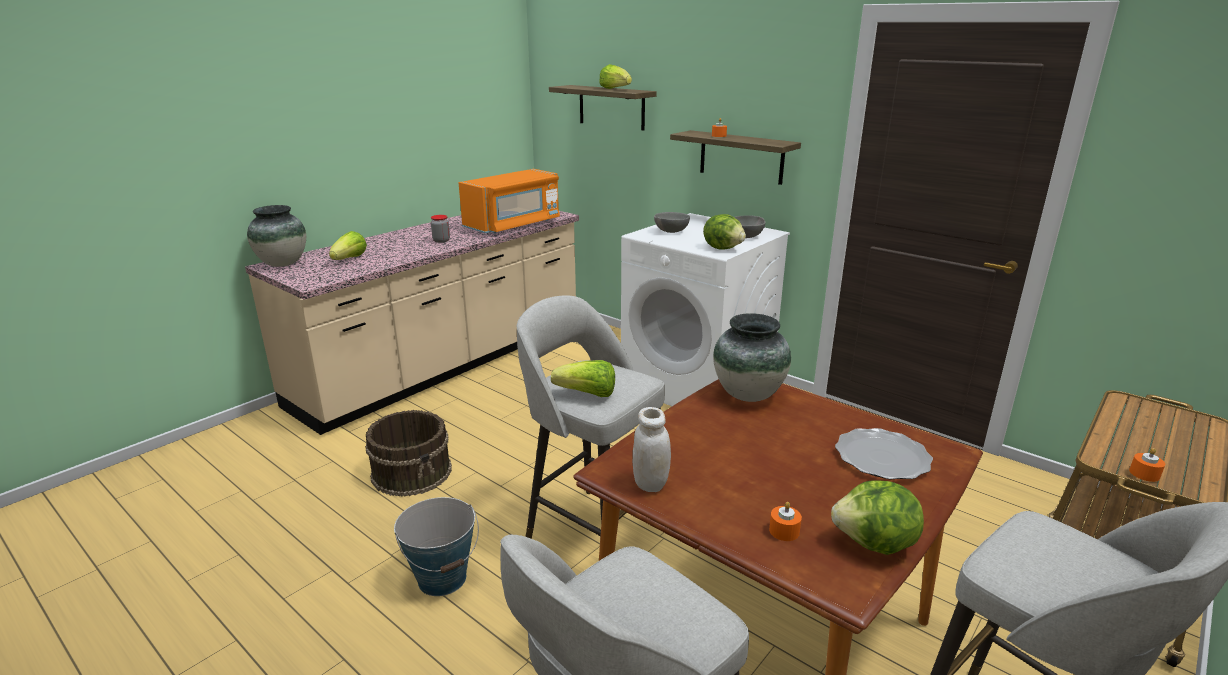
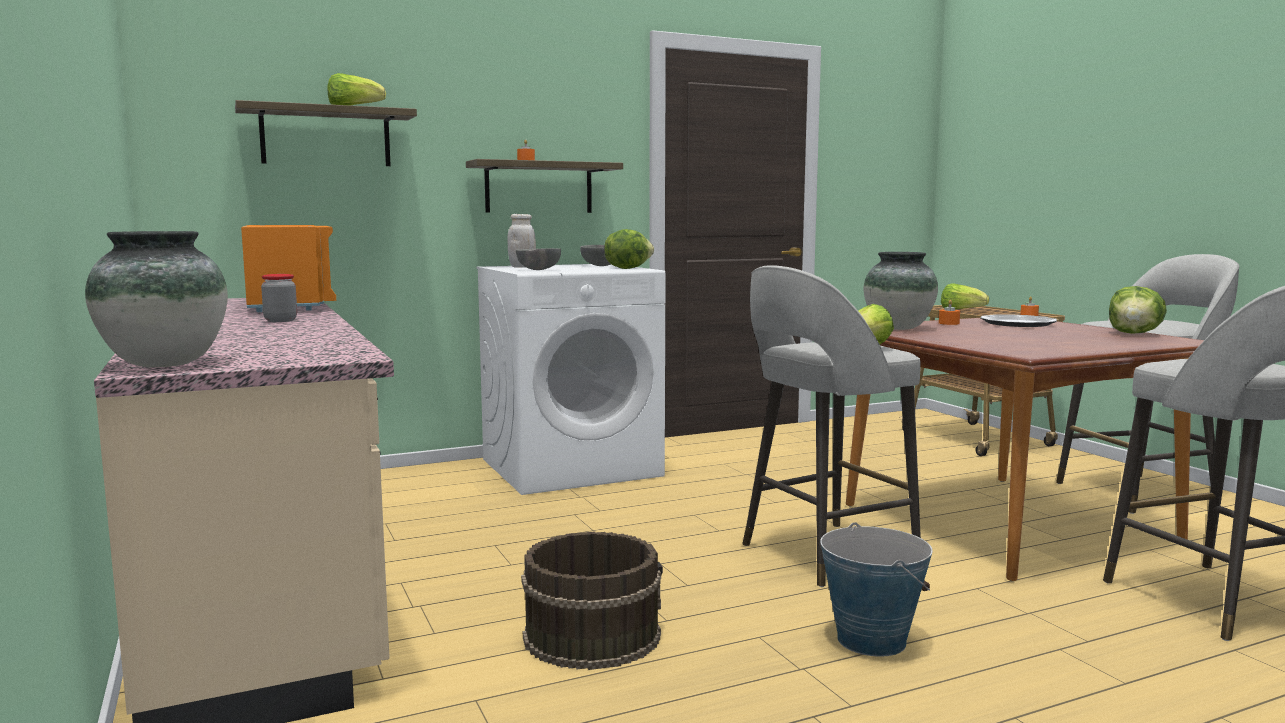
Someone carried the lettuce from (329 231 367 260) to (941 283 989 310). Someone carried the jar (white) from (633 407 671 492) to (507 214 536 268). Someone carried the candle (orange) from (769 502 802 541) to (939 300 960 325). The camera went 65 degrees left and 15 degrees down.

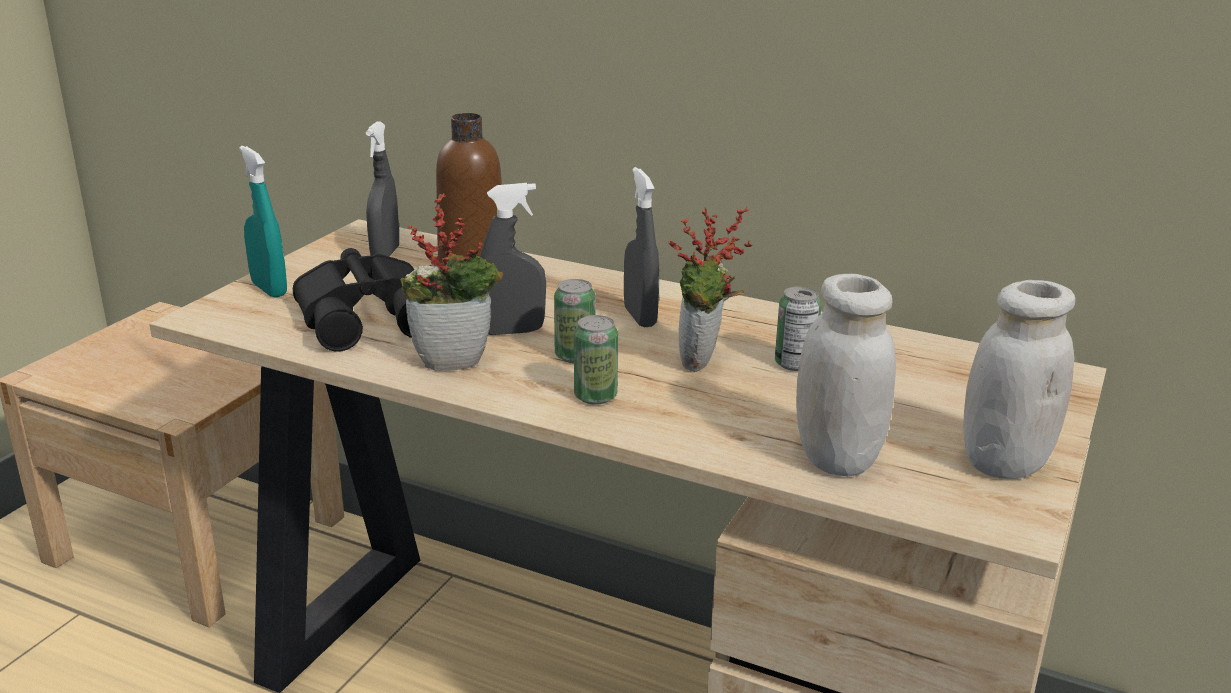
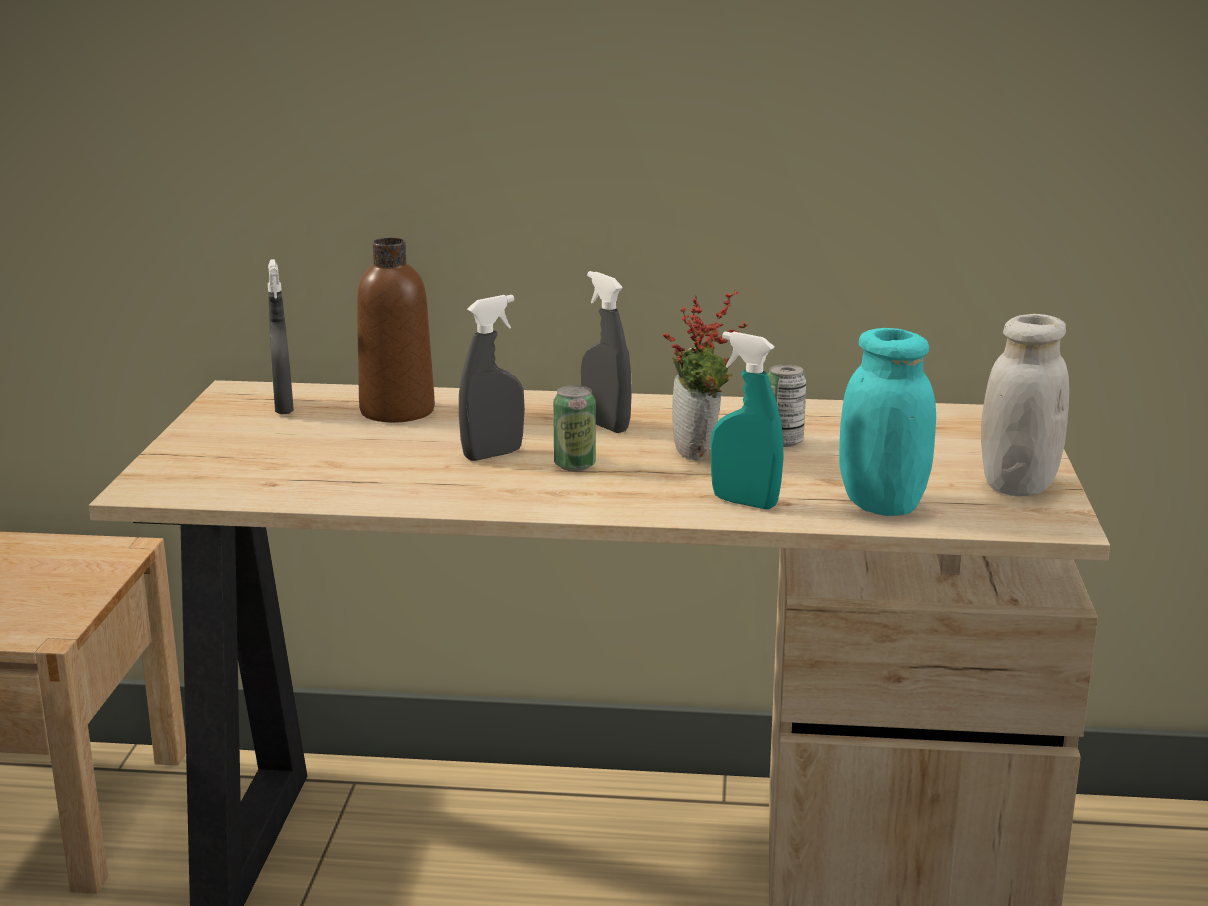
Someone took away the binoculars (black) at (293 248 414 352). Someone took away the potted plant at (400 193 503 371). Someone took away the can at (574 315 618 405). Someone carried the spray bottle (turquoise) from (239 146 287 298) to (711 332 784 509). Someone repainted the jar (white) at (796 274 896 476), which became the jar (turquoise) at (839 328 936 516). The camera went 20 degrees left and 5 degrees down.

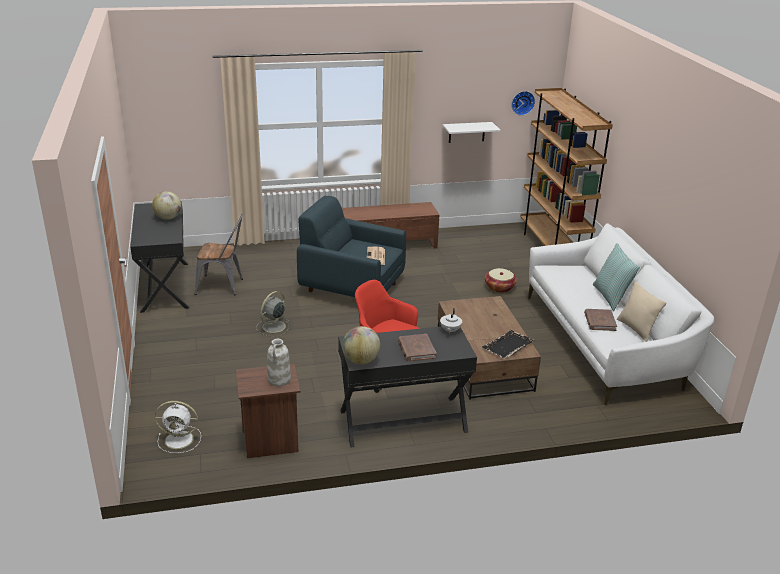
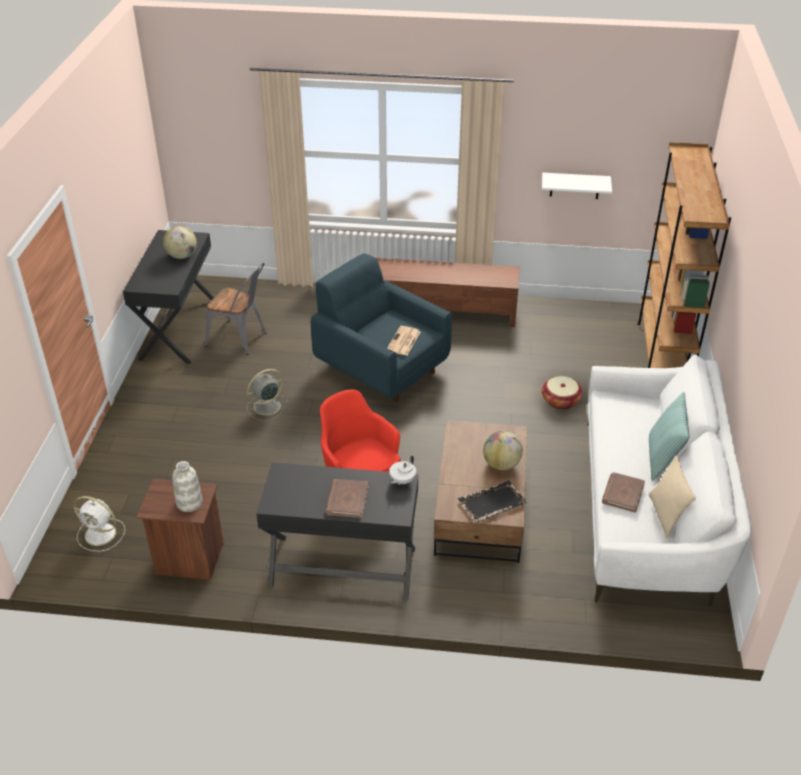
Someone took away the wall clock at (512 91 535 115). Someone carried the globe from (343 326 380 364) to (483 431 523 470). The camera went 20 degrees right and 10 degrees up.

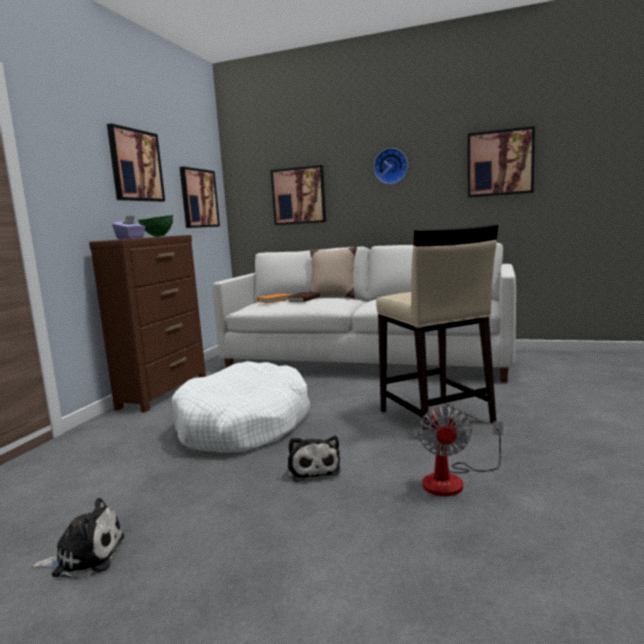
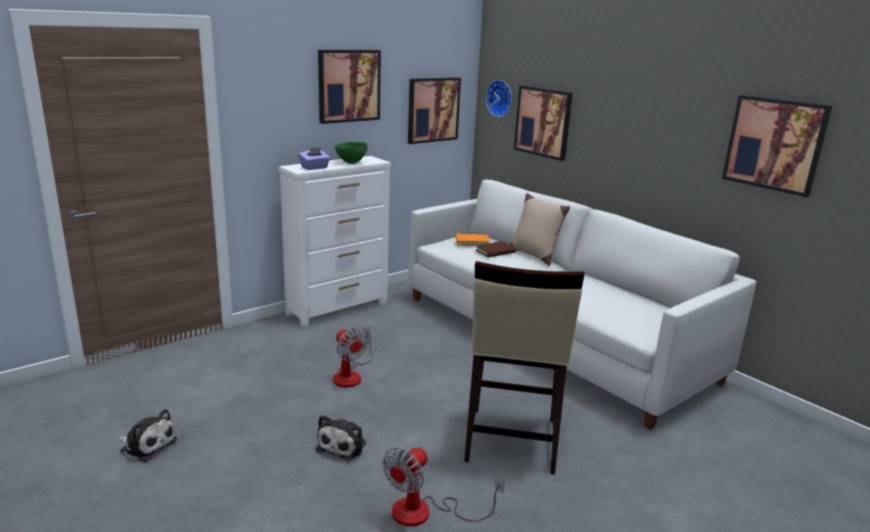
Someone carried the wall clock from (374 148 408 184) to (486 80 512 117). Someone swapped the dog bed (white) at (172 361 310 453) for the fan at (333 326 373 388). Someone repainted the dresser (brown) at (89 235 206 412), which became the dresser (white) at (279 156 391 327). The camera went 30 degrees right and 10 degrees up.

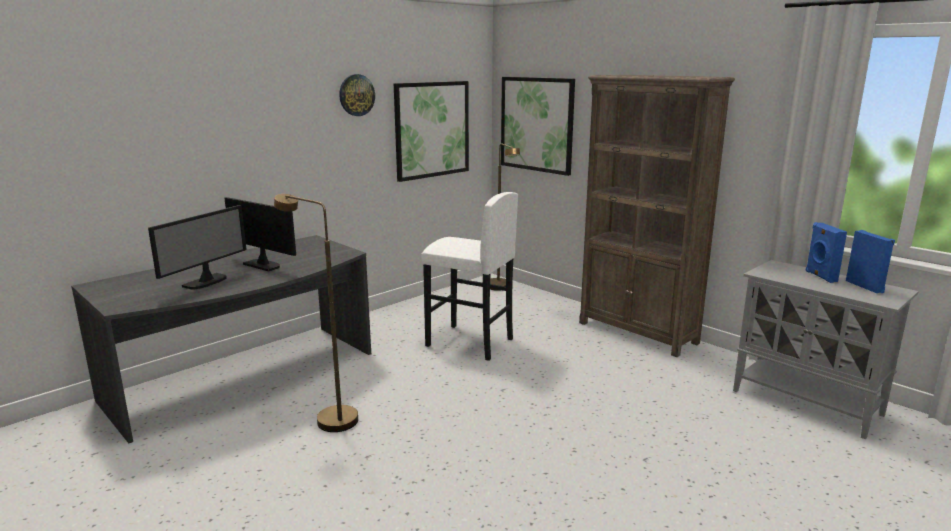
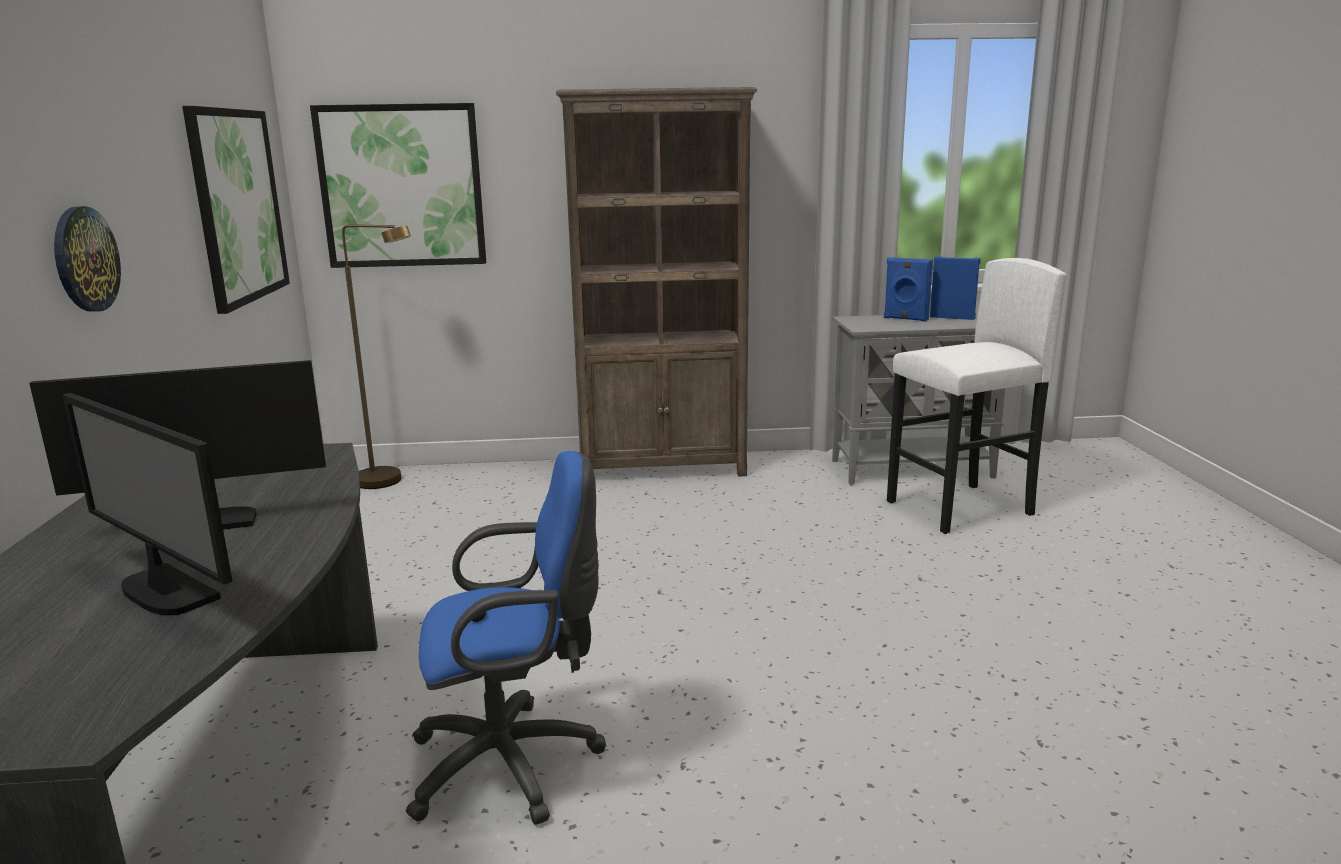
Someone carried the wall clock from (339 74 375 116) to (54 206 121 312). Someone carried the stool (white) from (421 192 518 361) to (887 258 1067 534). Someone swapped the floor lamp (brown) at (274 194 358 432) for the office chair (blue) at (406 451 606 825). Someone rotated the monitor at (148 205 247 290) by 150 degrees clockwise. The camera went 50 degrees left and 0 degrees up.

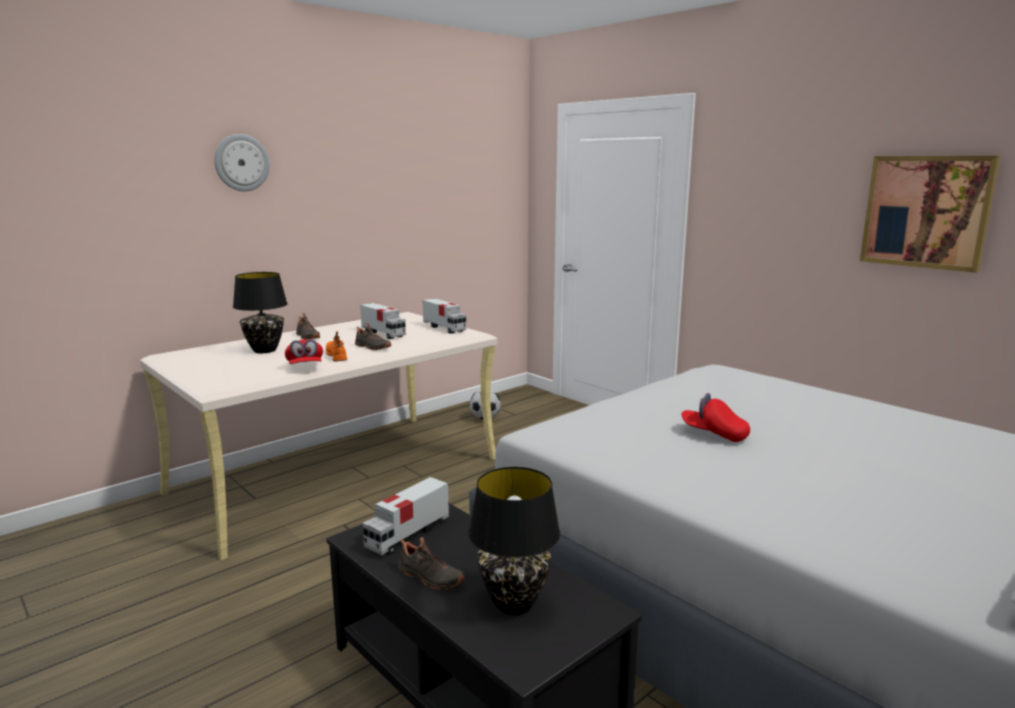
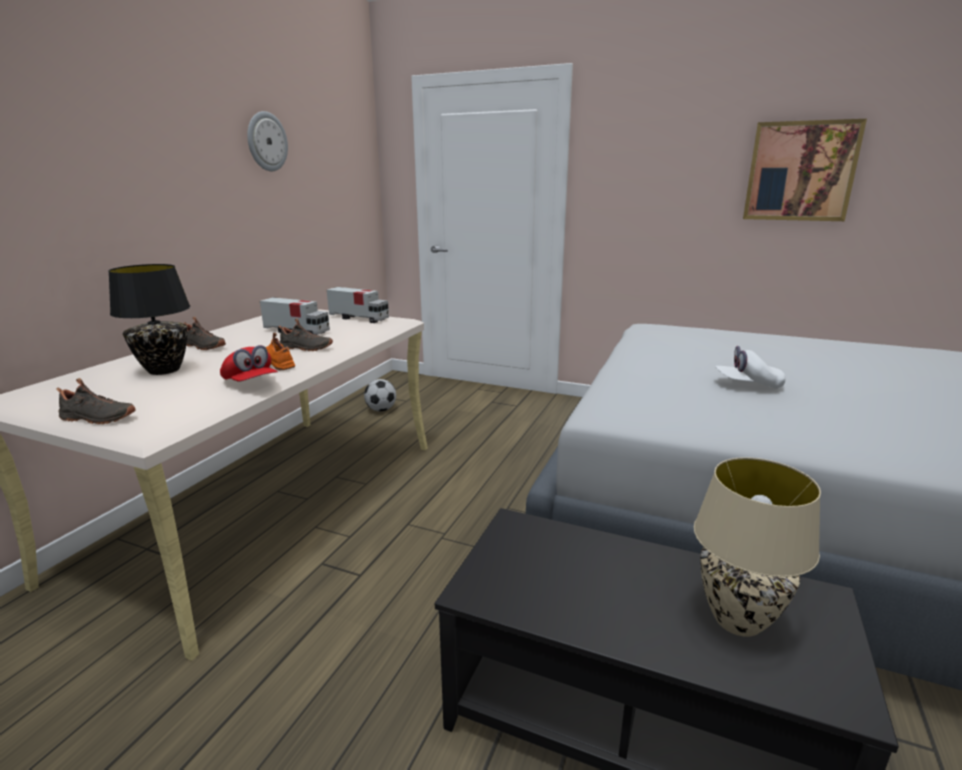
Someone took away the toy truck at (362 477 449 555). Someone carried the wall clock from (214 134 270 191) to (247 111 288 171). Someone carried the shoe (black) from (398 537 465 590) to (56 378 136 424). Someone repainted the table lamp (black) at (468 467 560 615), which became the table lamp (beige) at (694 457 821 637). Someone repainted the cap (red) at (681 393 750 442), which became the cap (white) at (715 346 786 389). The camera went 25 degrees left and 5 degrees up.

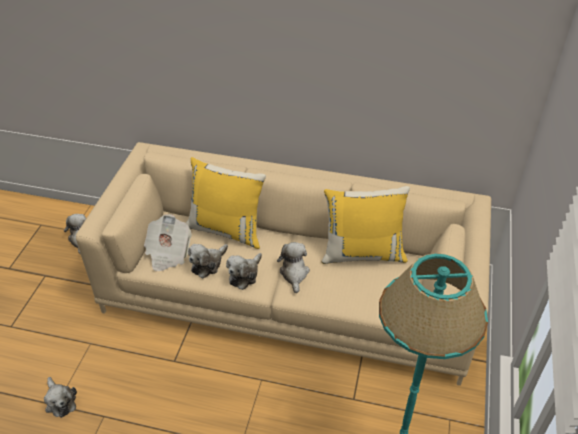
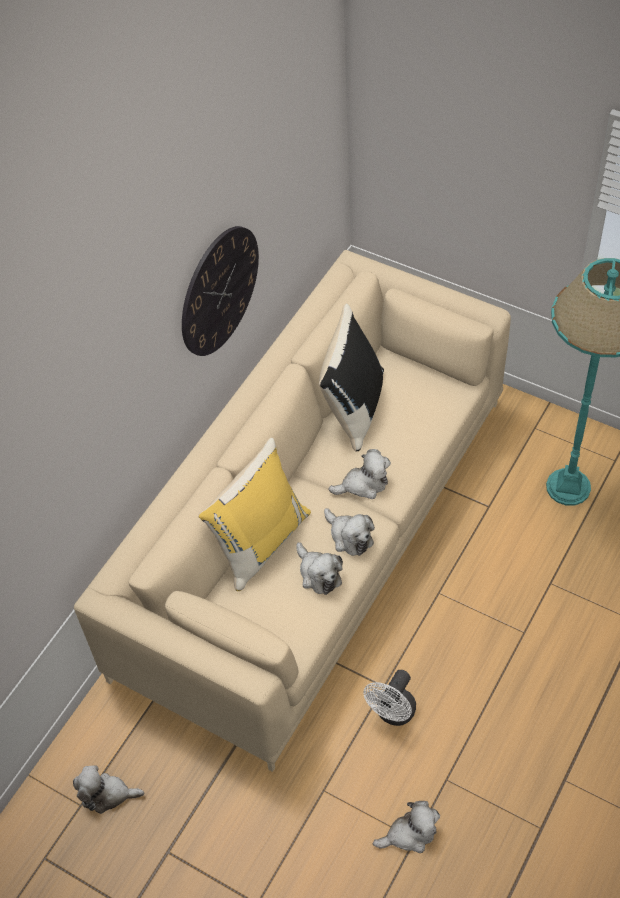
Someone took away the newspaper at (144 214 192 272). Someone put up the wall clock at (182 226 259 356). Someone put down the fan (white) at (363 670 416 726). Someone repainted the pillow (yellow) at (321 186 410 264), which became the pillow (black) at (319 304 384 452). Someone rotated the plush toy at (277 242 310 293) by 150 degrees clockwise. The camera went 70 degrees left and 10 degrees up.

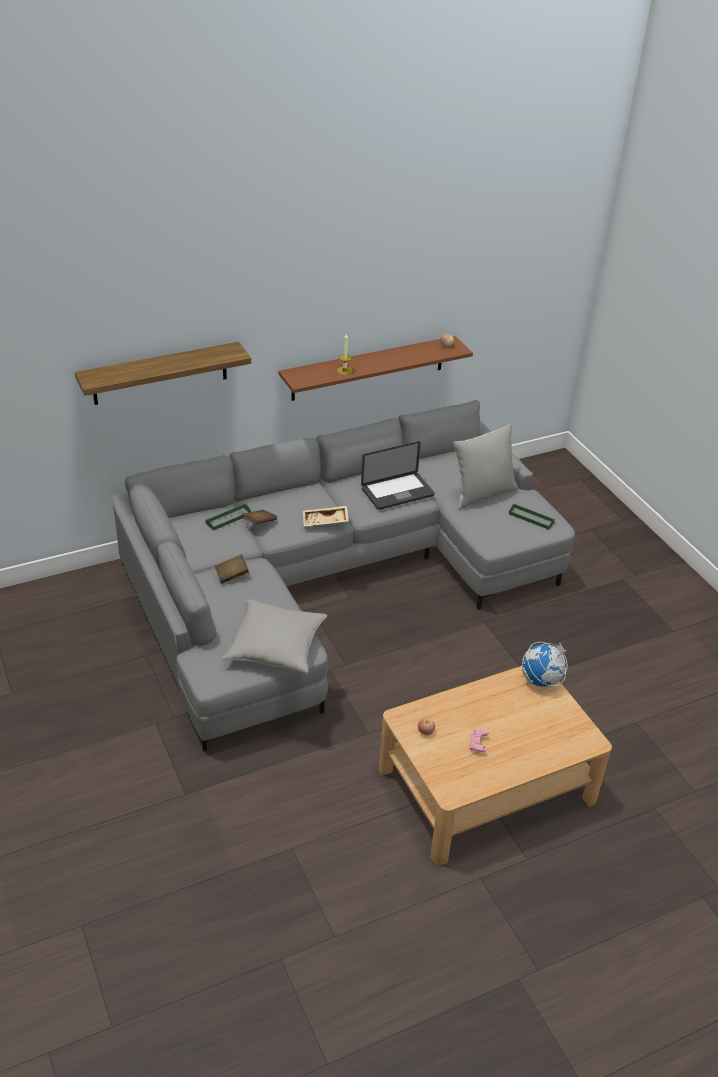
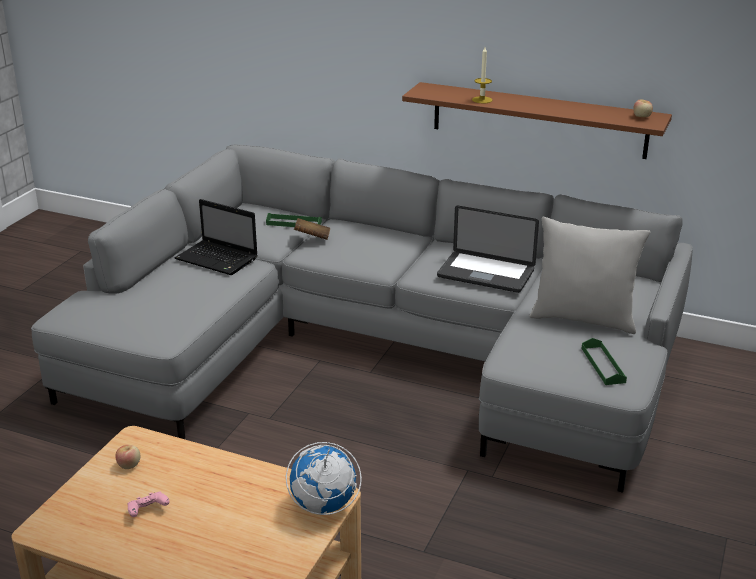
Someone took away the shelf at (75 342 251 405). Someone took away the pillow (grey) at (222 599 327 673). Someone took away the tray (beige) at (303 505 349 526). Someone swapped the book (brown) at (214 554 249 584) for the laptop at (174 199 258 275). The camera went 50 degrees right and 10 degrees down.

